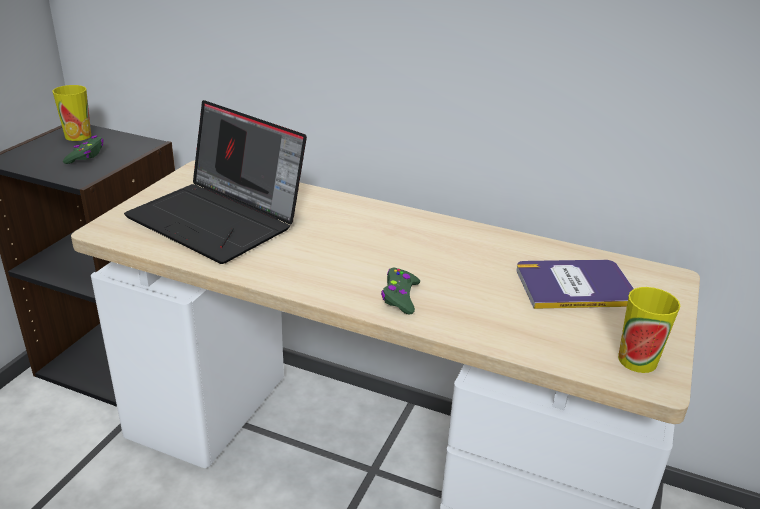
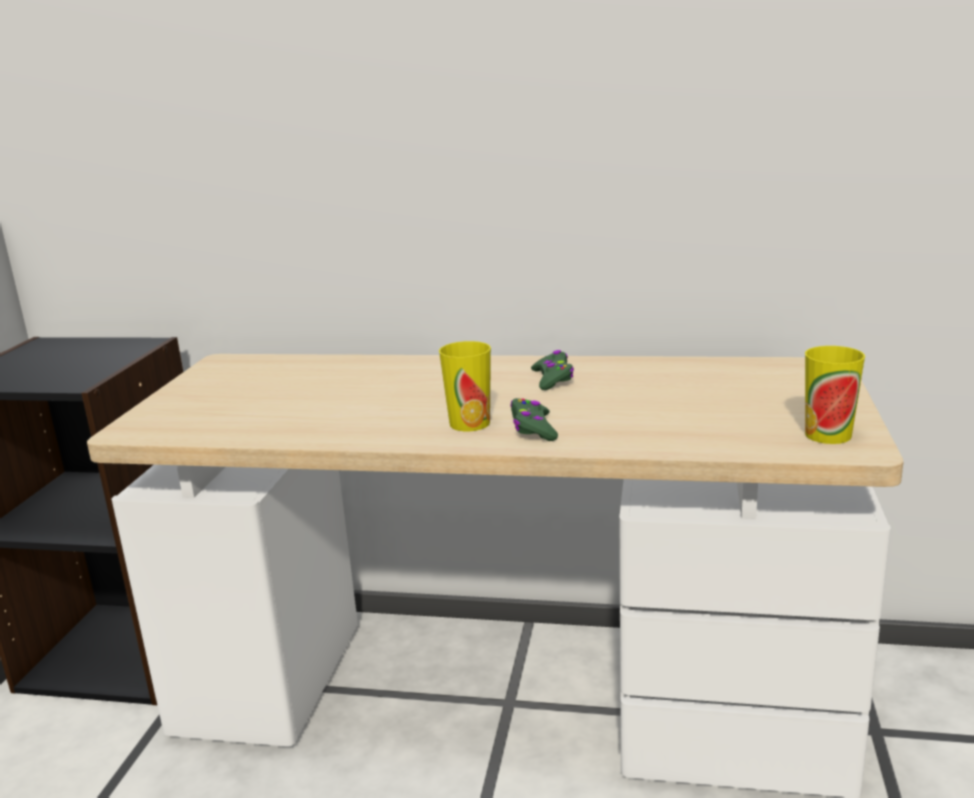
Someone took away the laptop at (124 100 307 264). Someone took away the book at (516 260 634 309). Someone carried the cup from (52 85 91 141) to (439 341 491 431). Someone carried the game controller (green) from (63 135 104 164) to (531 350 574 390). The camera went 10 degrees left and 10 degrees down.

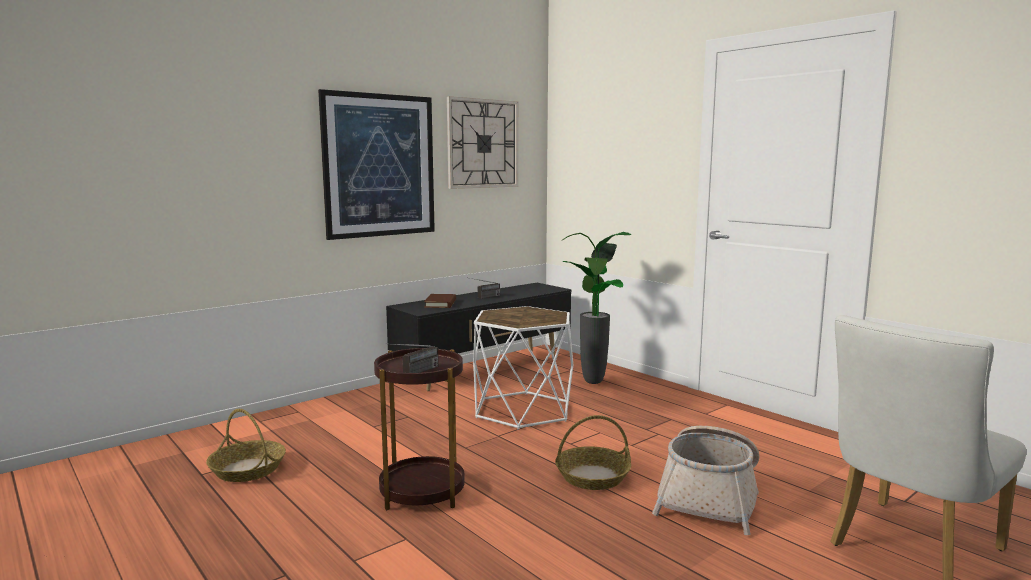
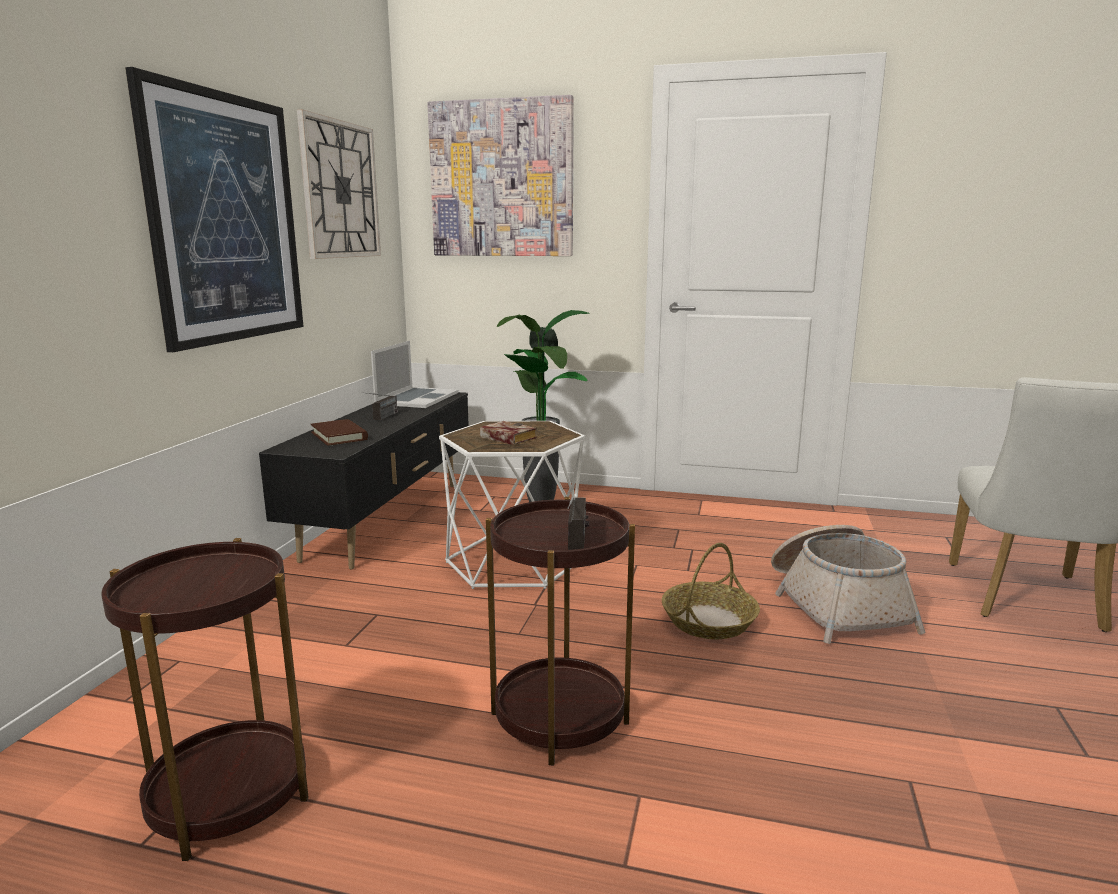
Someone put down the laptop at (371 341 459 408). Someone put up the picture at (427 95 574 256). Someone put down the book at (480 421 537 445). Someone swapped the basket at (206 409 286 482) for the side table (brown) at (101 538 309 861). The camera went 35 degrees left and 5 degrees up.

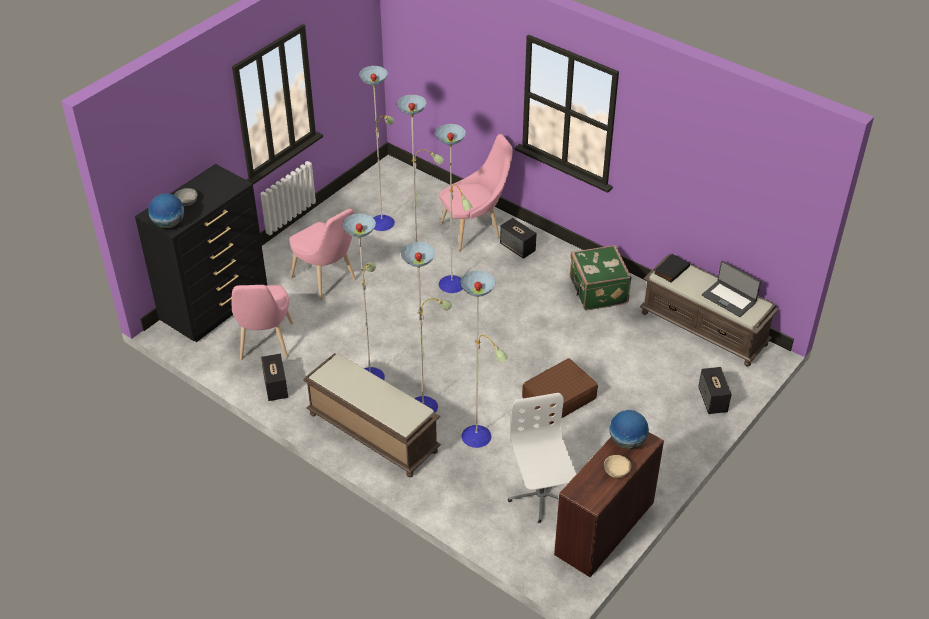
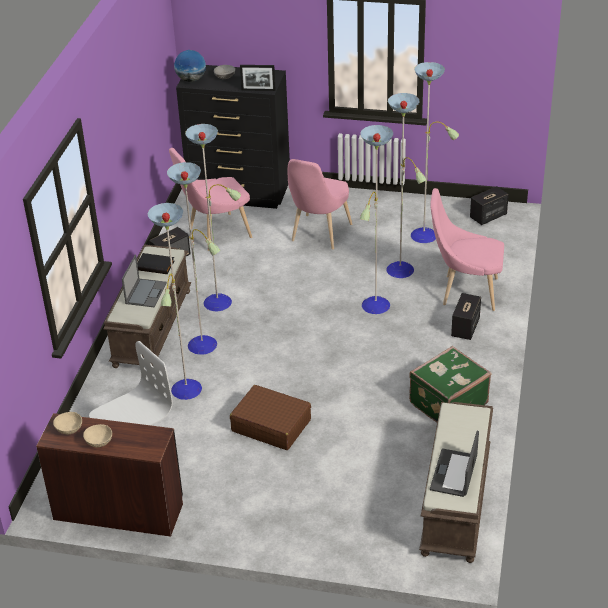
Someone took away the globe at (609 410 649 449). Someone put down the bowl (beige) at (53 412 82 434). Someone put down the laptop at (122 255 167 307). Someone put down the picture frame at (240 65 276 91). Someone carried the book (black) from (654 254 690 283) to (137 253 175 274). Someone carried the speaker from (698 367 732 414) to (470 186 509 225). Someone rotated the chair (pink) at (439 134 513 252) by 150 degrees clockwise. The camera went 65 degrees right and 5 degrees down.

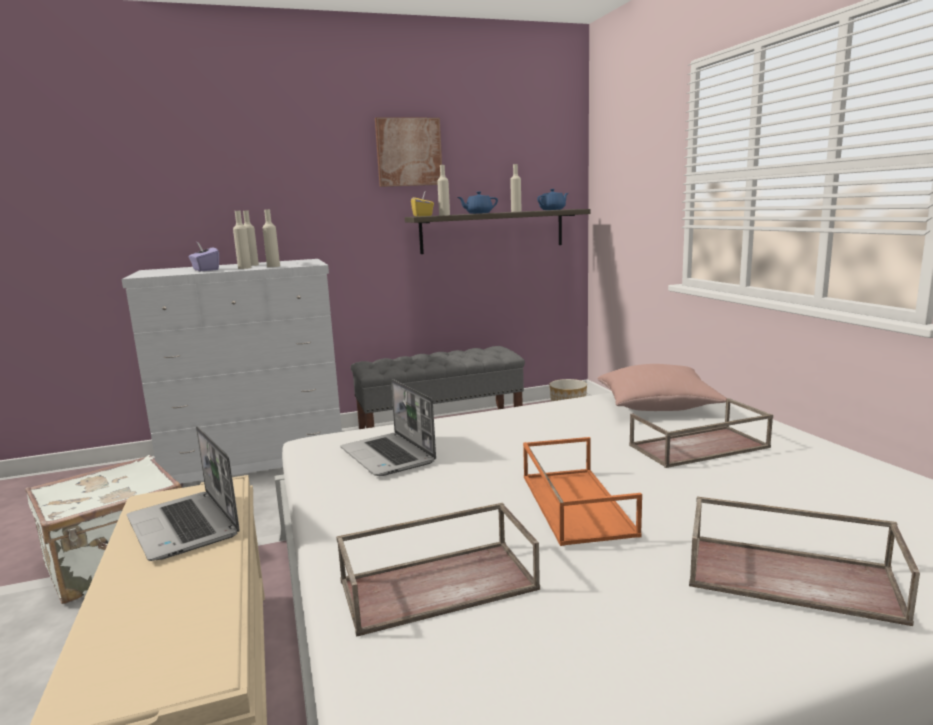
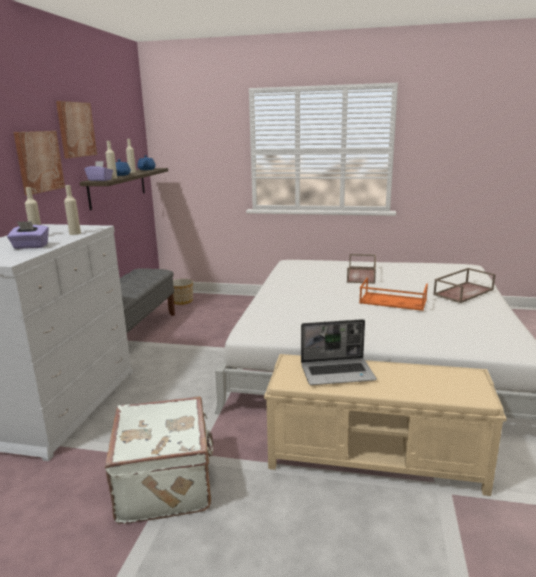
Someone took away the bottle (beige) at (233 211 251 269). Someone took away the tray (brown) at (336 503 540 637). Someone took away the laptop at (340 379 436 476). Someone took away the pillow (pink) at (597 364 726 411). Someone put up the picture at (14 131 65 195). Someone repainted the tissue box (yellow) at (411 192 434 217), which became the tissue box (purple) at (84 161 113 181). The camera went 60 degrees left and 5 degrees up.

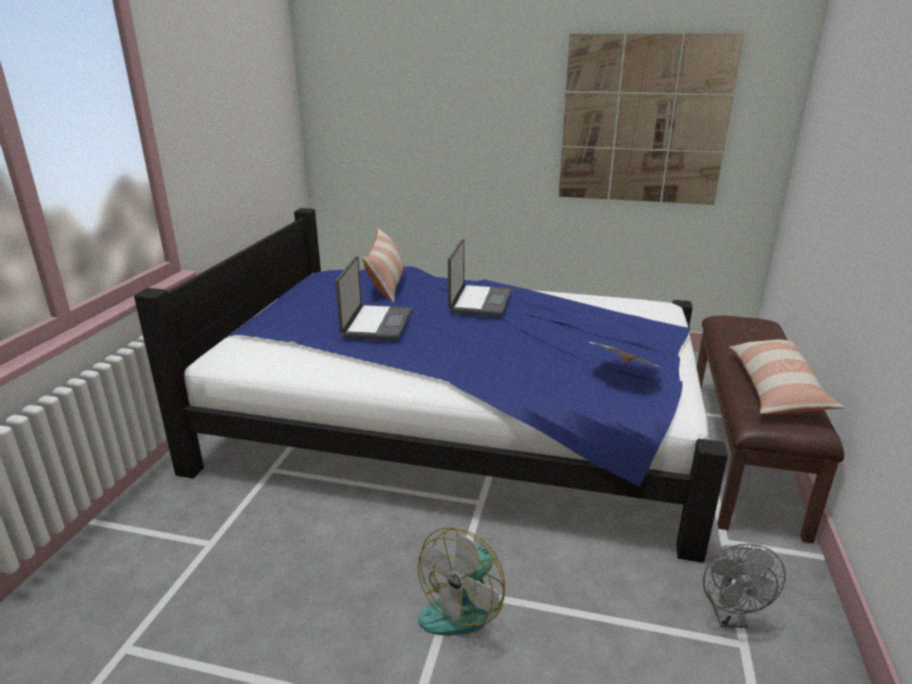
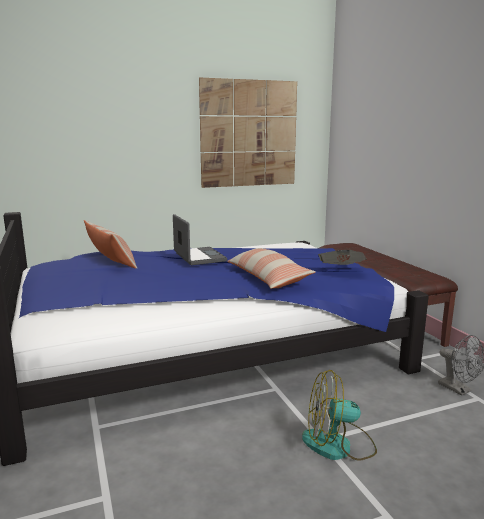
Someone took away the laptop at (335 256 412 341). Someone carried the pillow from (729 339 844 414) to (227 248 315 289). Someone rotated the fan at (418 527 505 636) by 90 degrees clockwise. The camera went 35 degrees left and 10 degrees down.

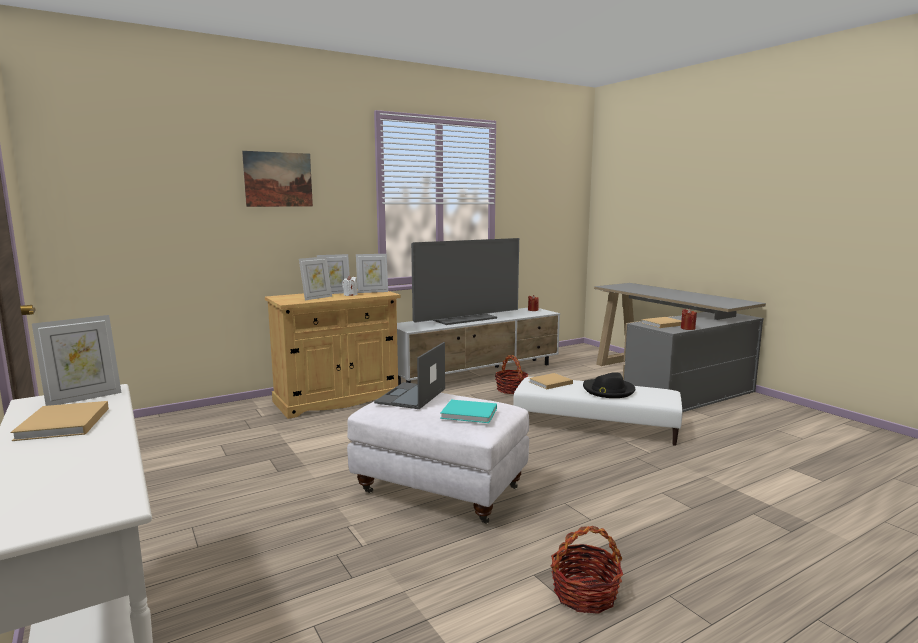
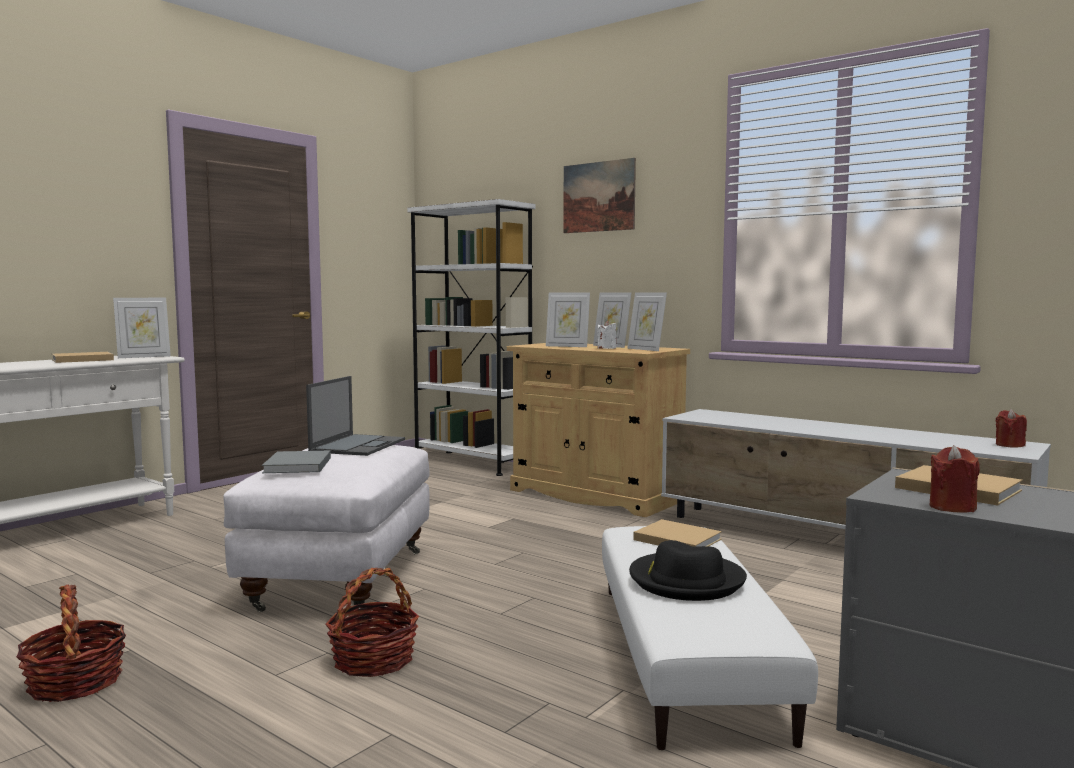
Someone took away the television at (411 238 519 325). Someone put down the bookcase (white) at (407 199 536 476). Someone carried the basket from (495 355 528 394) to (325 568 419 677). Someone repainted the book (turquoise) at (440 400 497 423), which became the book (grey) at (262 450 331 473). Someone rotated the picture frame at (32 315 122 406) by 60 degrees counterclockwise. Someone rotated the laptop at (374 342 445 409) by 105 degrees clockwise. The camera went 70 degrees right and 5 degrees down.

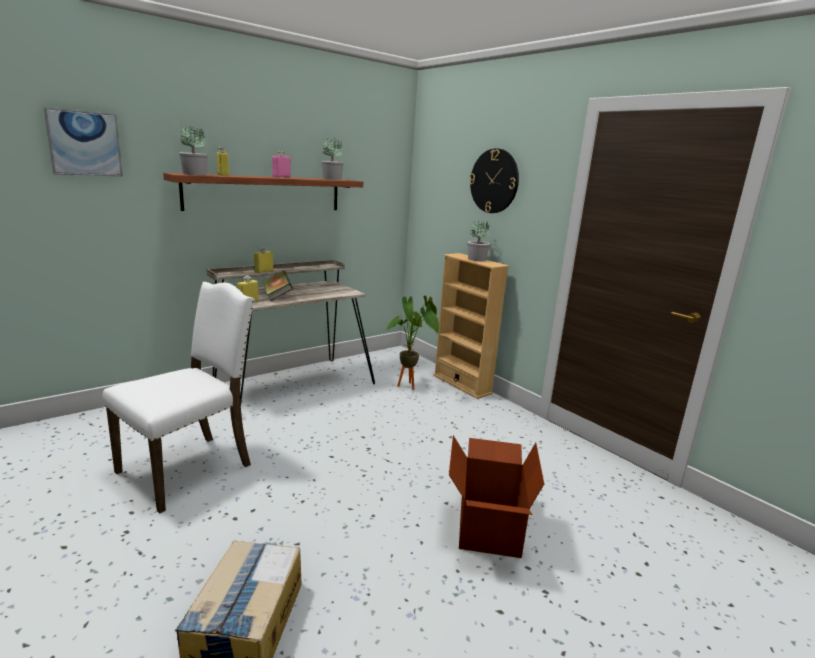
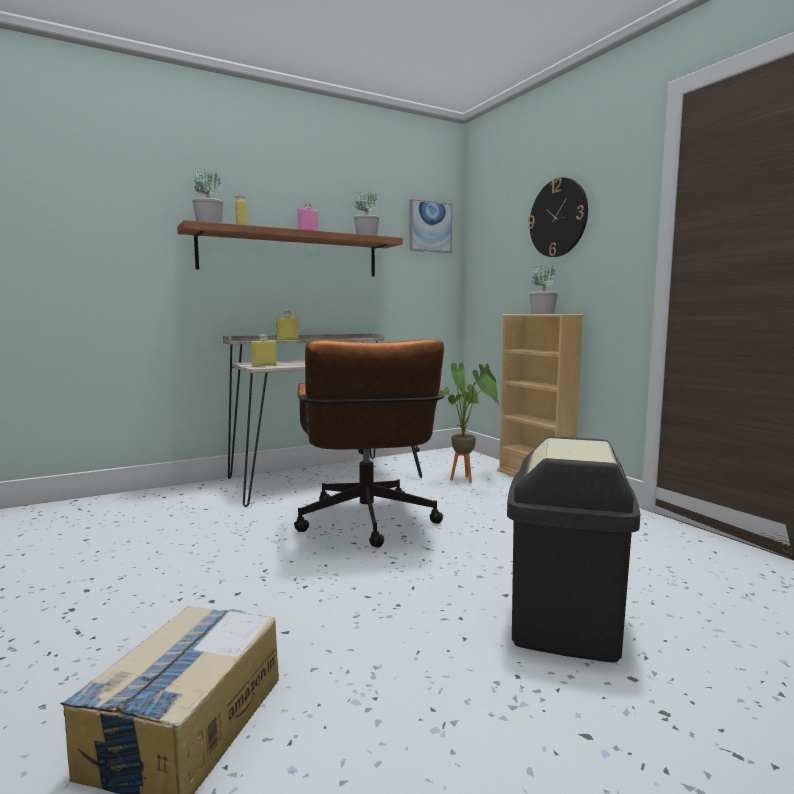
Someone took away the chair (white) at (102 282 255 513). Someone took away the book at (262 271 293 301). Someone put down the office chair (brown) at (294 339 444 548). Someone carried the picture from (44 108 123 176) to (409 199 452 253). Someone swapped the cardboard box at (449 435 544 558) for the trash can (black) at (507 436 640 663). The camera went 10 degrees right and 10 degrees down.

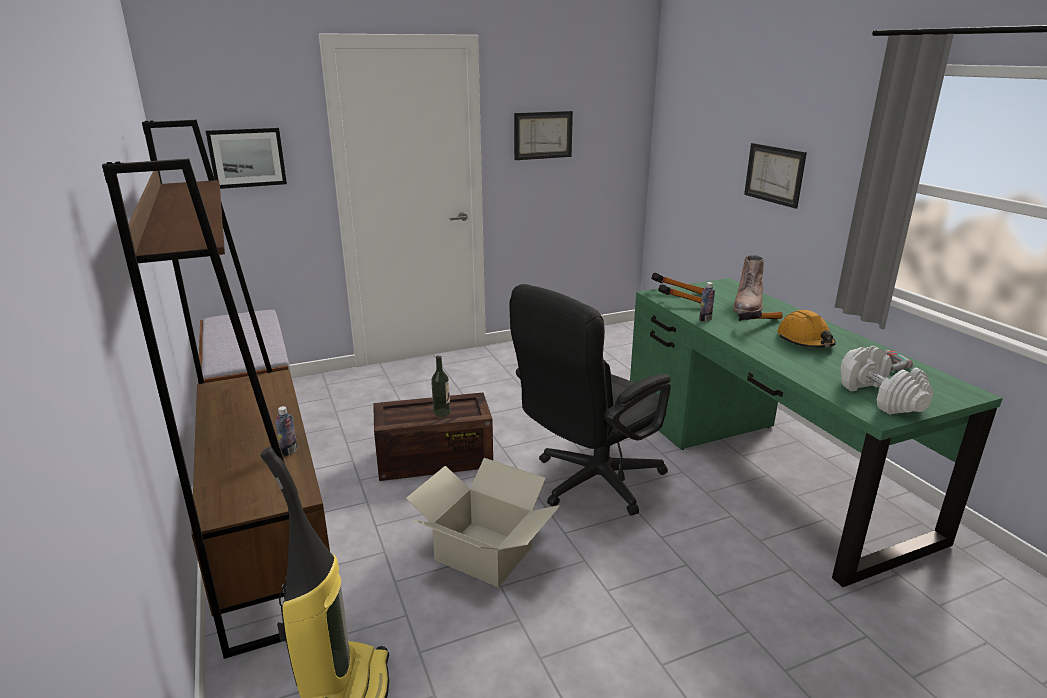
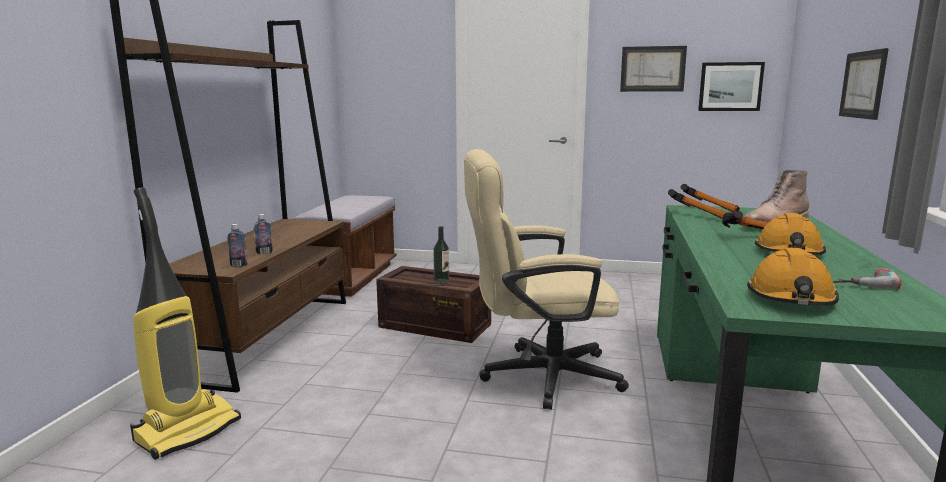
Someone took away the cardboard box at (406 458 560 587). Someone carried the picture from (206 128 287 189) to (698 62 765 111). Someone carried the bottle from (699 282 715 322) to (227 224 248 267). Someone swapped the dumbbell (white) at (840 346 933 415) for the hard hat (orange) at (747 248 839 306). Someone repainted the office chair (black) at (509 284 671 515), which became the office chair (beige) at (464 149 629 409). The camera went 35 degrees right and 10 degrees down.

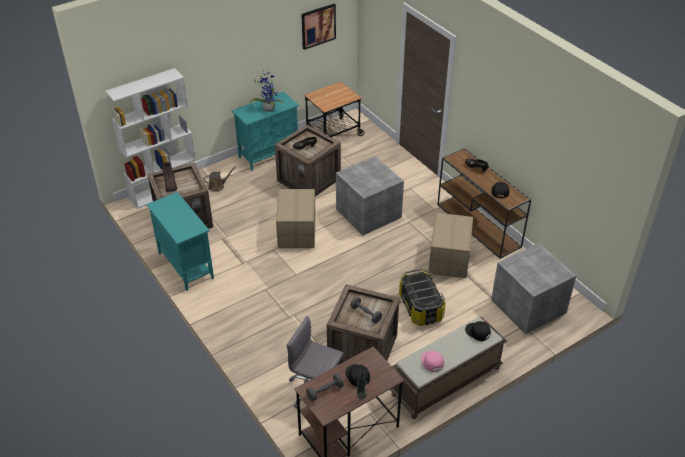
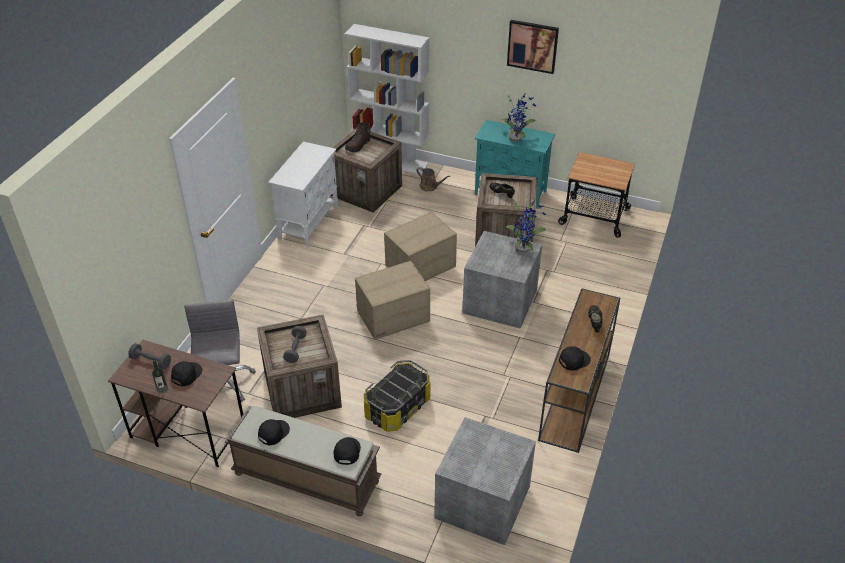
Someone put down the potted plant at (506 201 546 253). Someone carried the picture from (302 4 336 50) to (507 20 559 74). Someone carried the cardboard box from (429 213 473 278) to (355 261 430 340). Someone repainted the cabinet (turquoise) at (146 192 214 291), which became the cabinet (white) at (268 142 338 247). Someone repainted the cap (pink) at (421 351 444 372), which became the cap (black) at (258 419 290 445). The camera went 55 degrees right and 0 degrees up.

